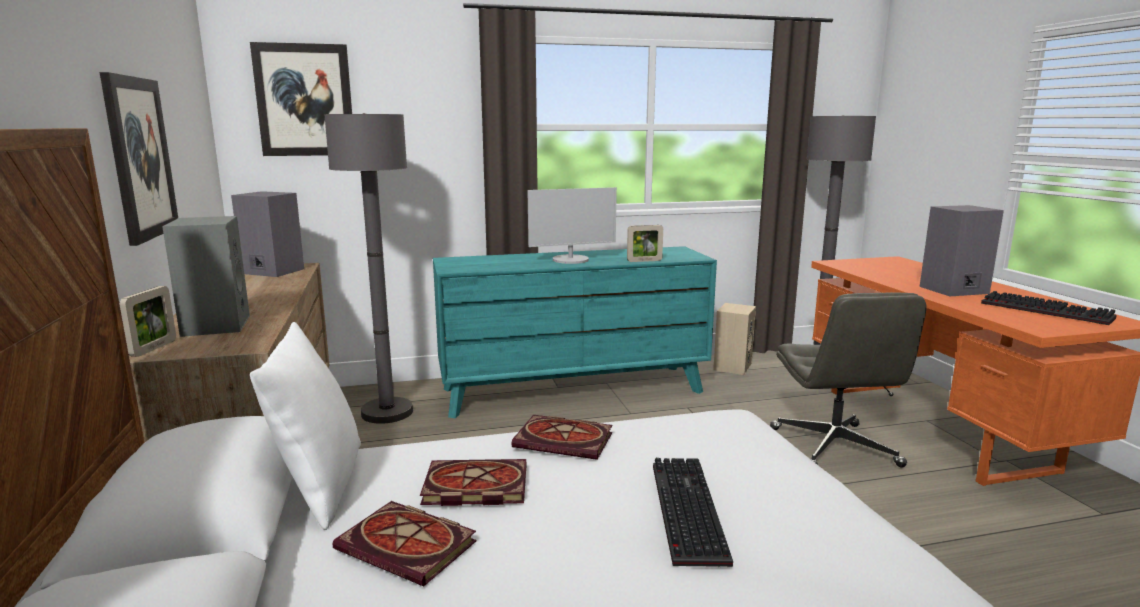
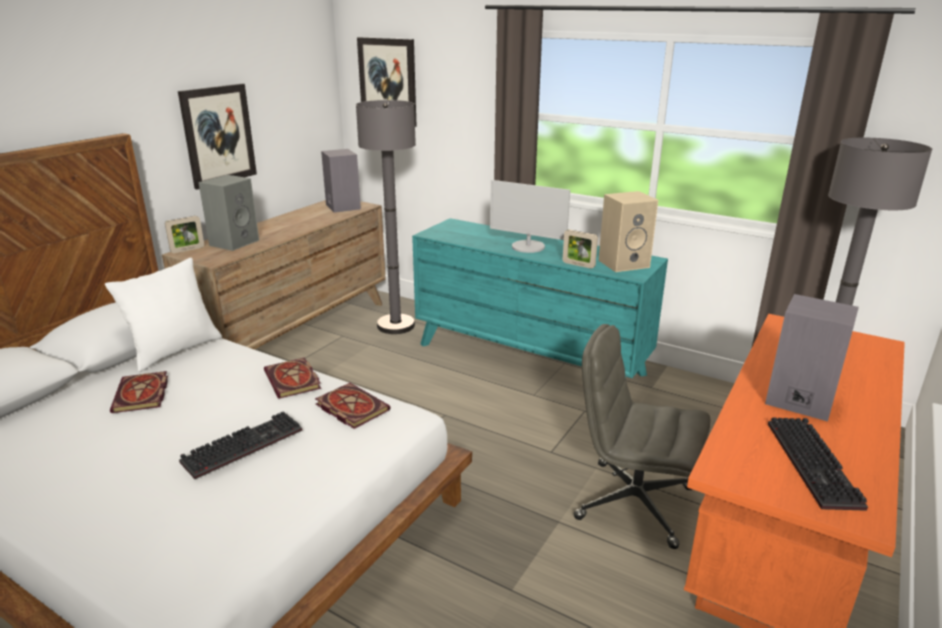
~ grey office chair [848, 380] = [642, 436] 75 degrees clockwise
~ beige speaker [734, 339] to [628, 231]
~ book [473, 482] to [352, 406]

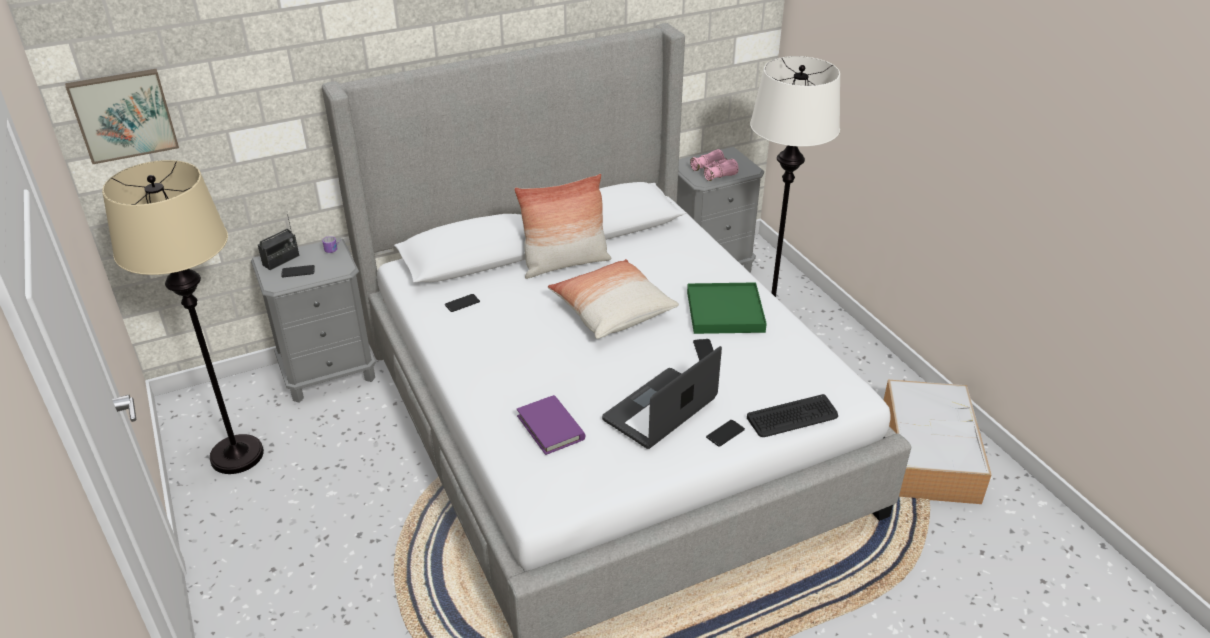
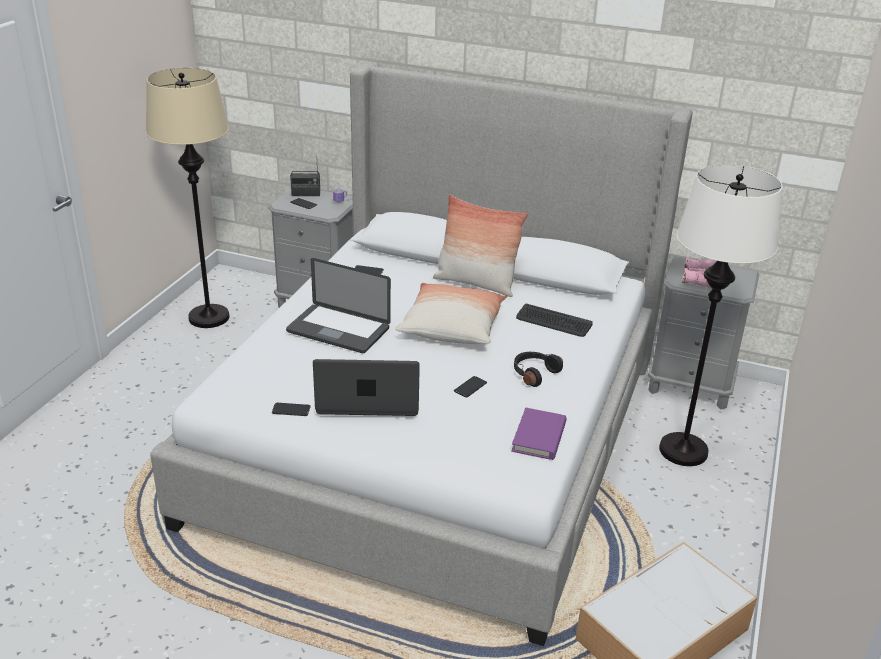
- picture [122, 116]
~ green tray [727, 308] to black headphones [538, 369]
~ keyboard [792, 415] to [554, 320]
~ purple book [551, 425] to [538, 434]
~ phone [725, 433] to [291, 409]
+ laptop [338, 305]

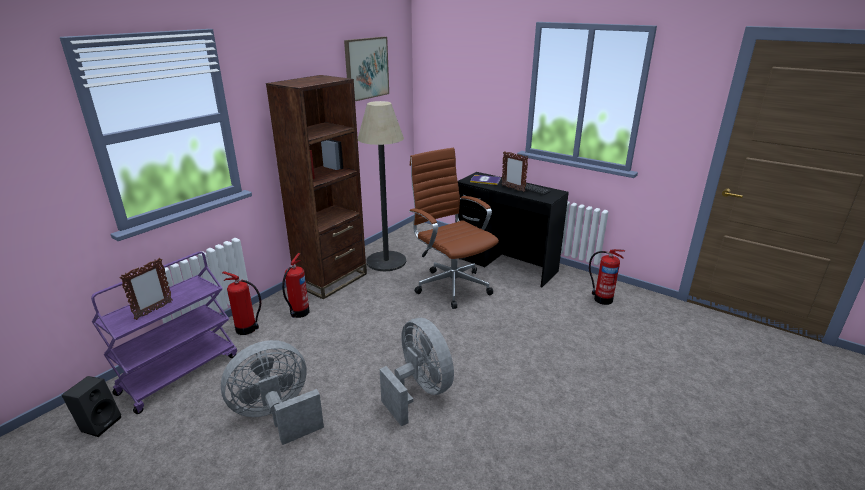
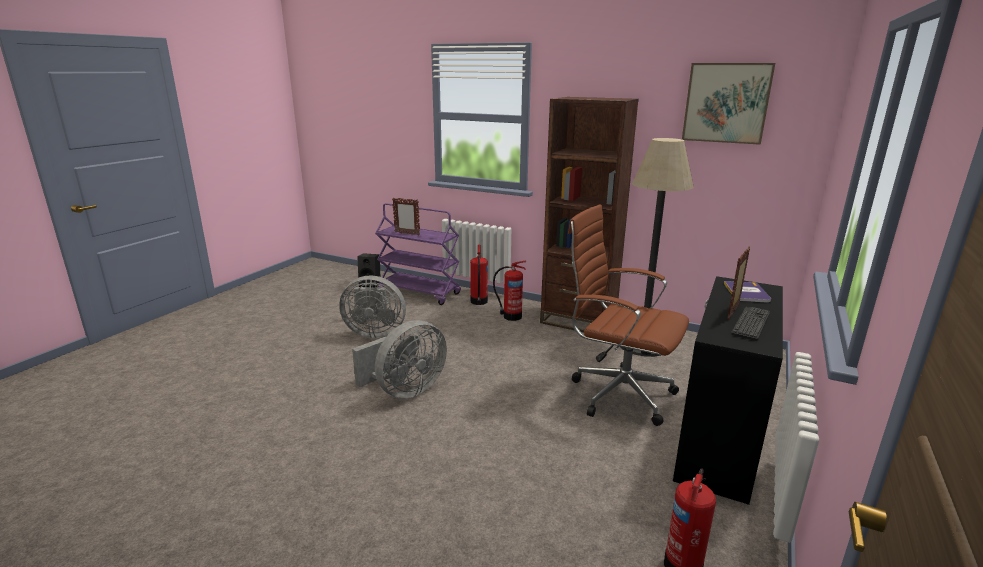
~ brown office chair [454, 228] = [628, 315] 105 degrees counterclockwise
~ grey fan [272, 392] = [372, 307] 135 degrees clockwise

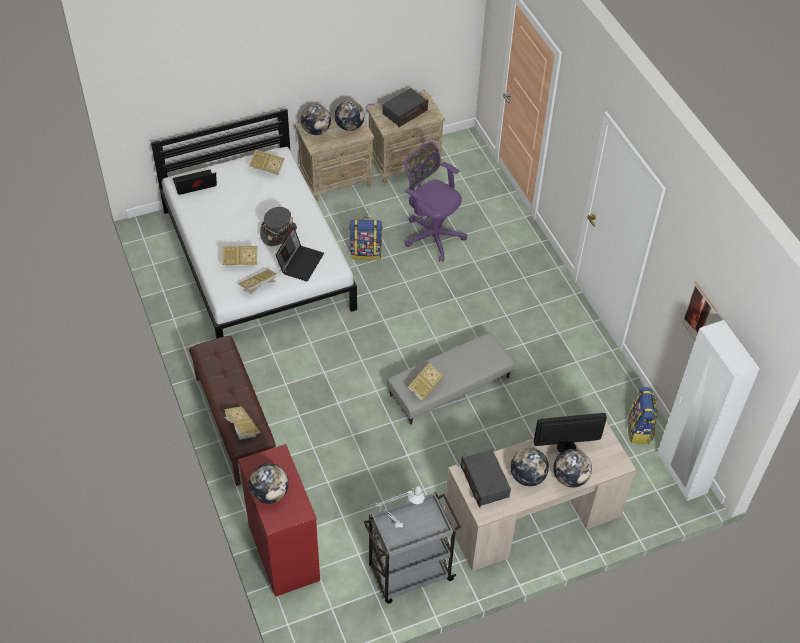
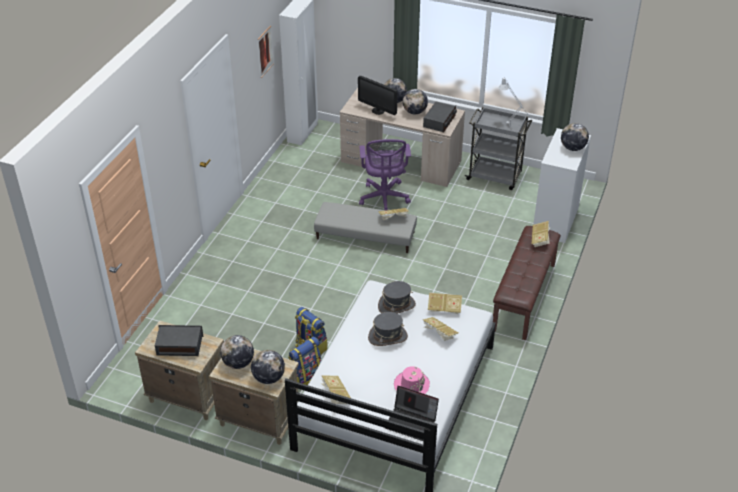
~ purple office chair [435, 202] to [385, 174]
~ laptop [300, 254] to grey hat [397, 297]
~ backpack [643, 415] to [304, 360]
~ red dresser [279, 520] to white dresser [562, 185]
+ pink hat [412, 380]

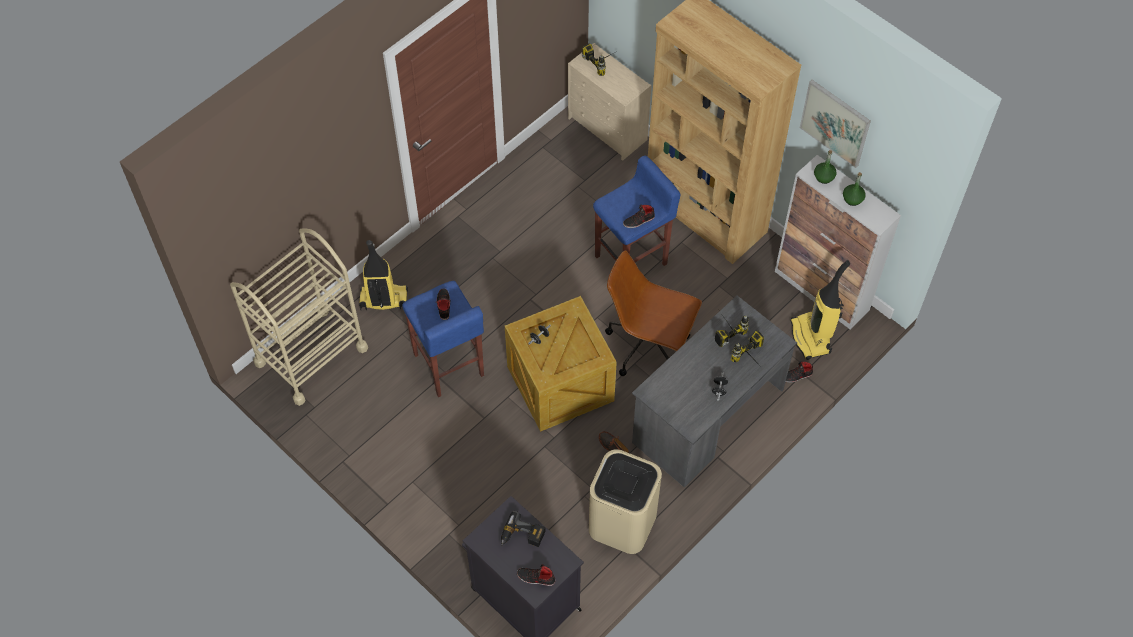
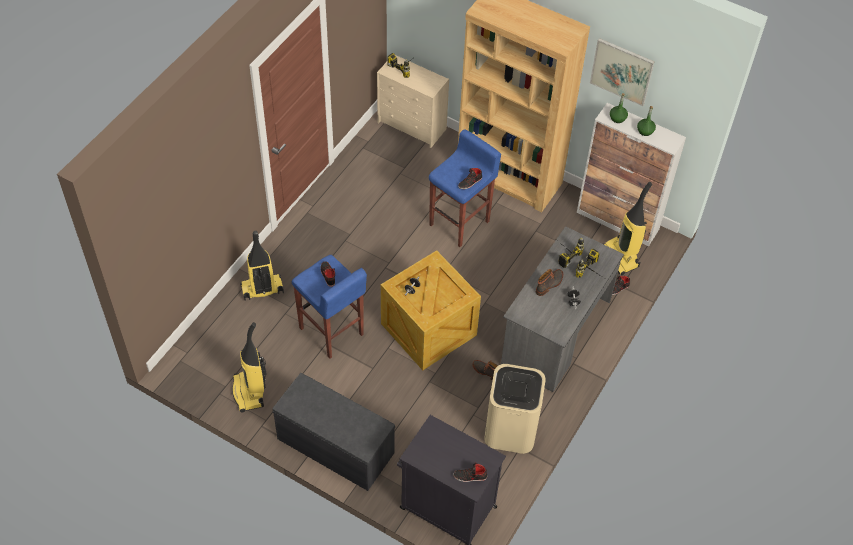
- beige cart [299, 317]
- brown office chair [653, 313]
- power drill [523, 529]
+ boot [549, 282]
+ vacuum cleaner [249, 367]
+ grey bench [333, 432]

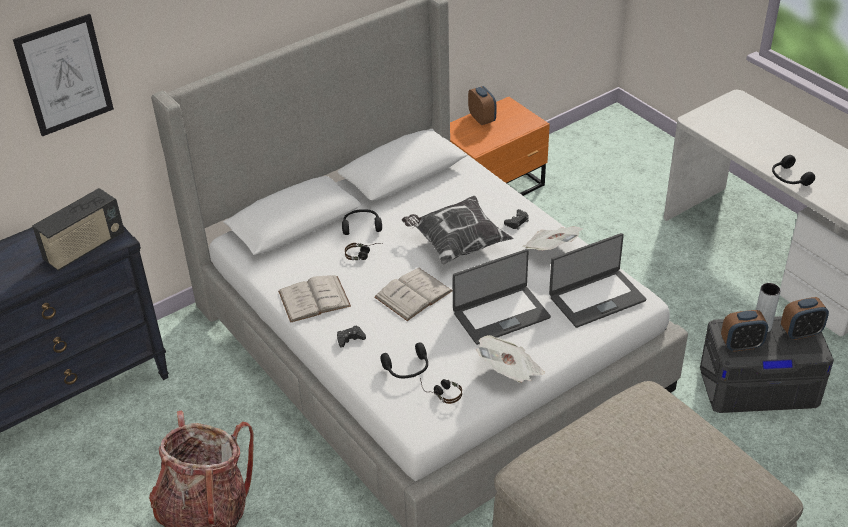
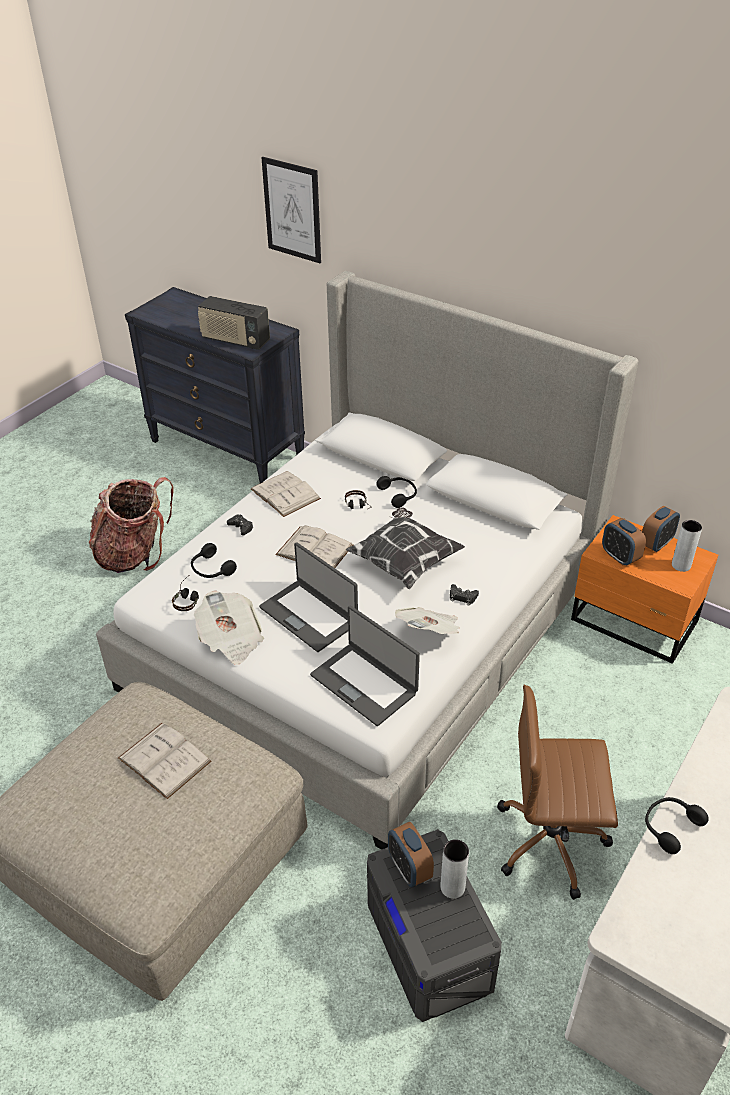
~ alarm clock [805, 318] to [624, 541]
+ grey vase [687, 546]
+ brown office chair [557, 792]
+ white book [165, 761]

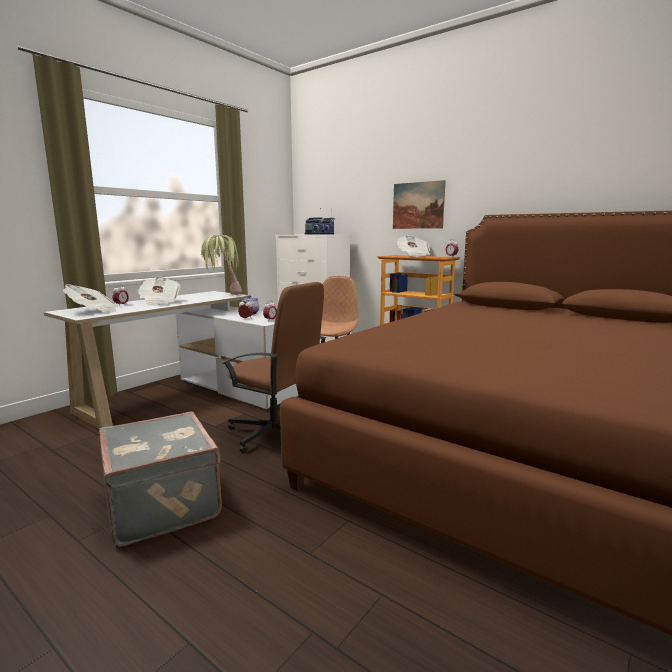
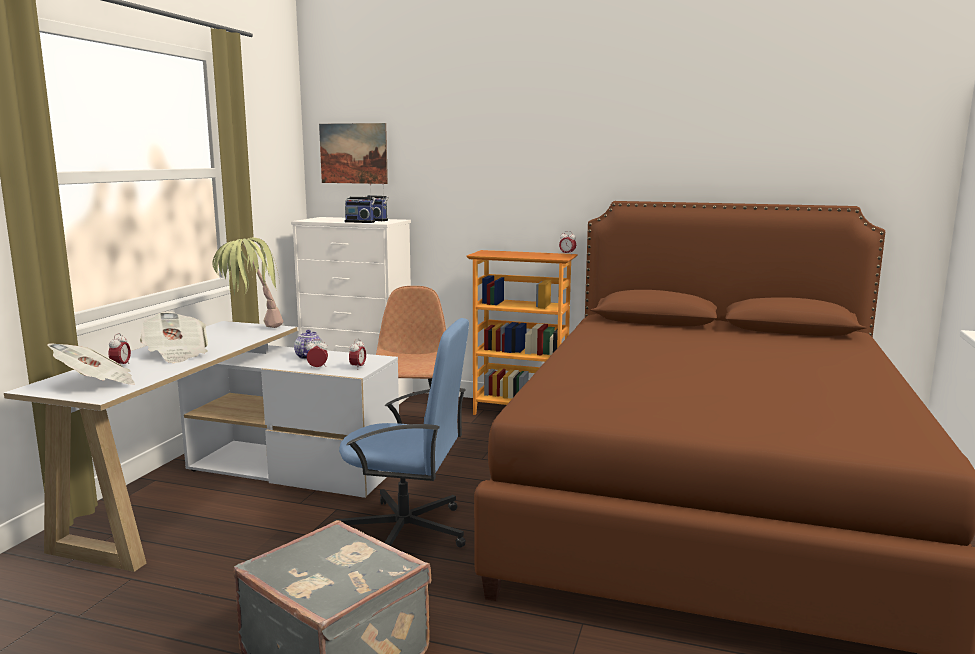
~ picture [419, 204] to [353, 153]
- newspaper [413, 246]
~ brown office chair [274, 367] to blue office chair [401, 433]

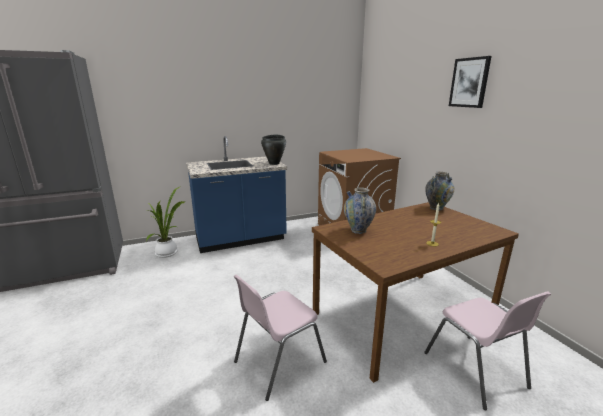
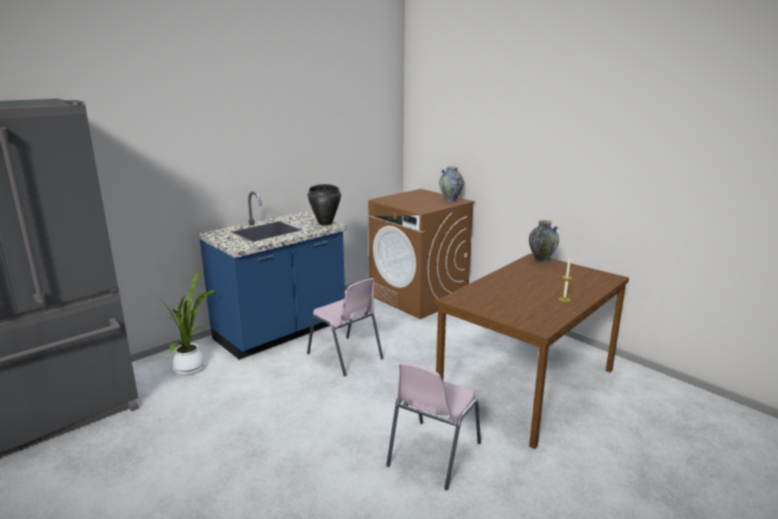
- picture [470, 82]
~ vase [360, 210] to [451, 184]
~ pink chair [487, 350] to [345, 327]

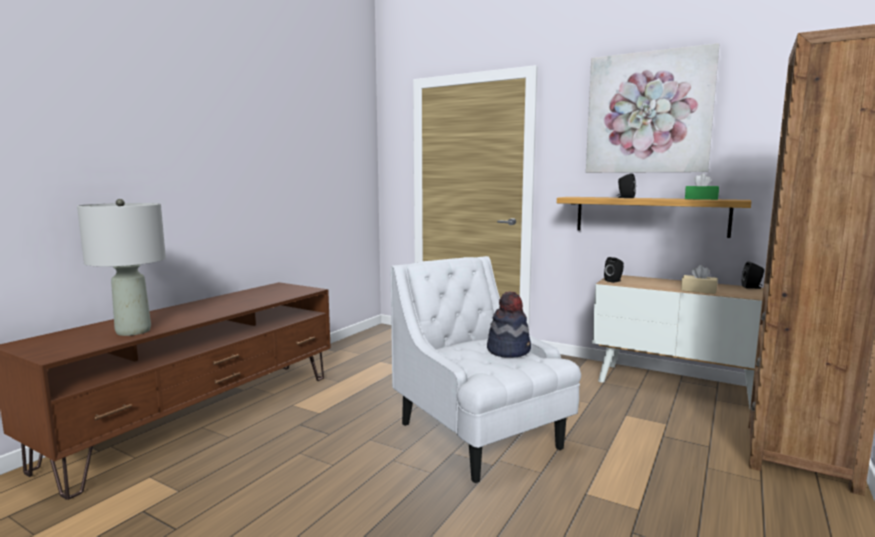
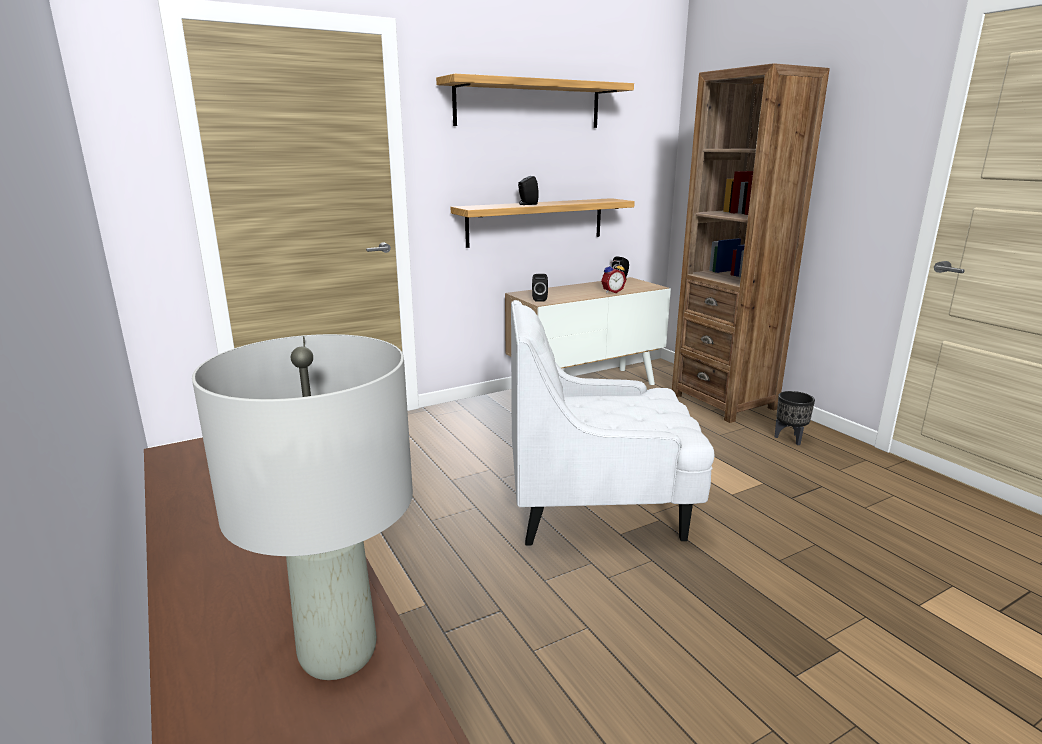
~ picture [652, 108] to shelf [535, 101]
- green tissue box [702, 187]
~ beige tissue box [699, 279] to alarm clock [613, 276]
- hat [509, 324]
+ black planter [795, 418]

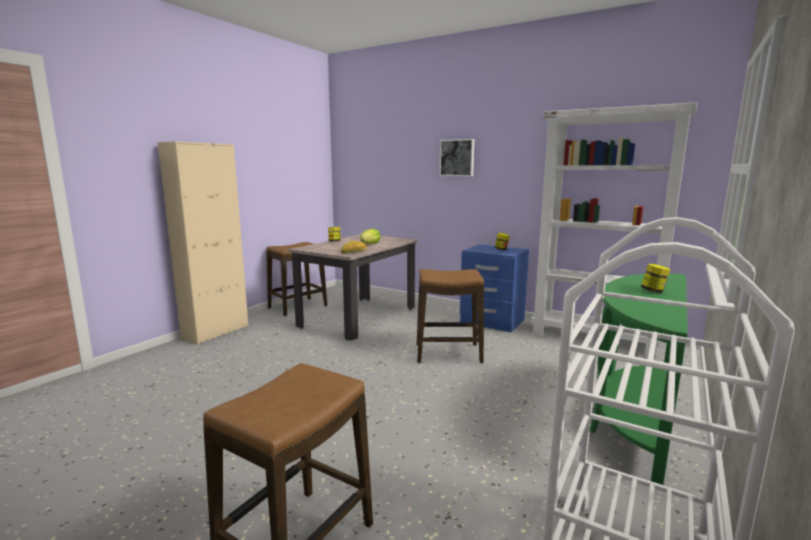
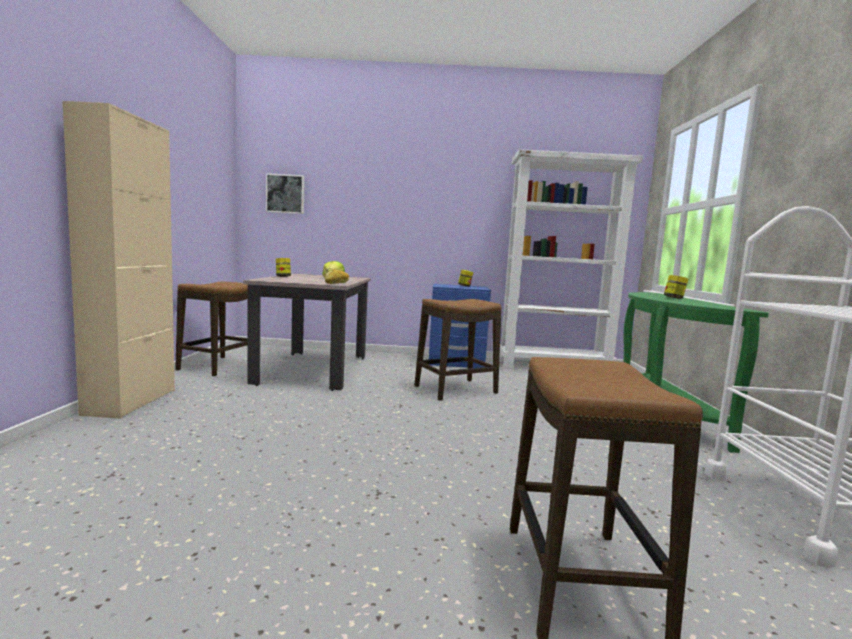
~ picture [456, 157] to [285, 193]

